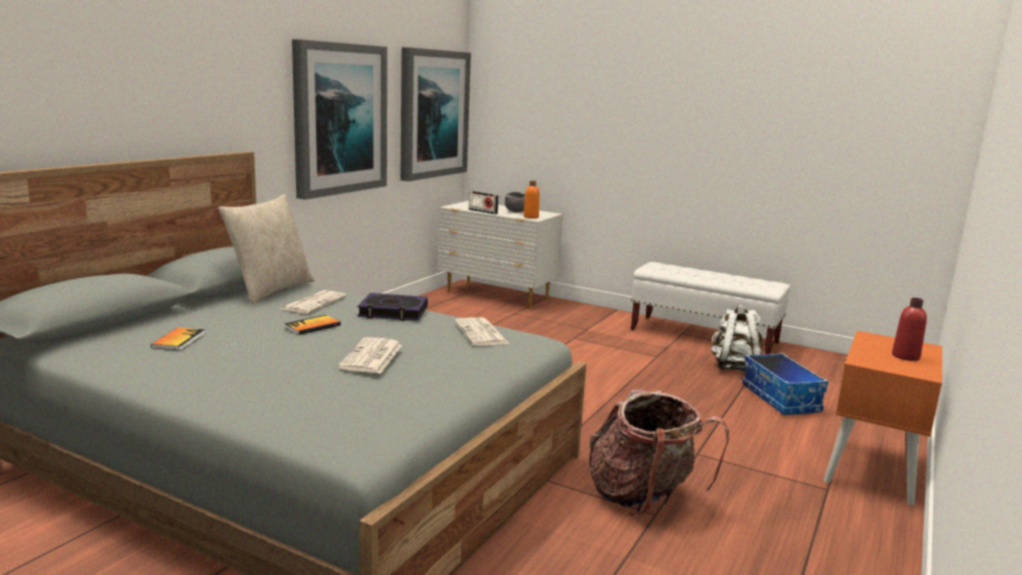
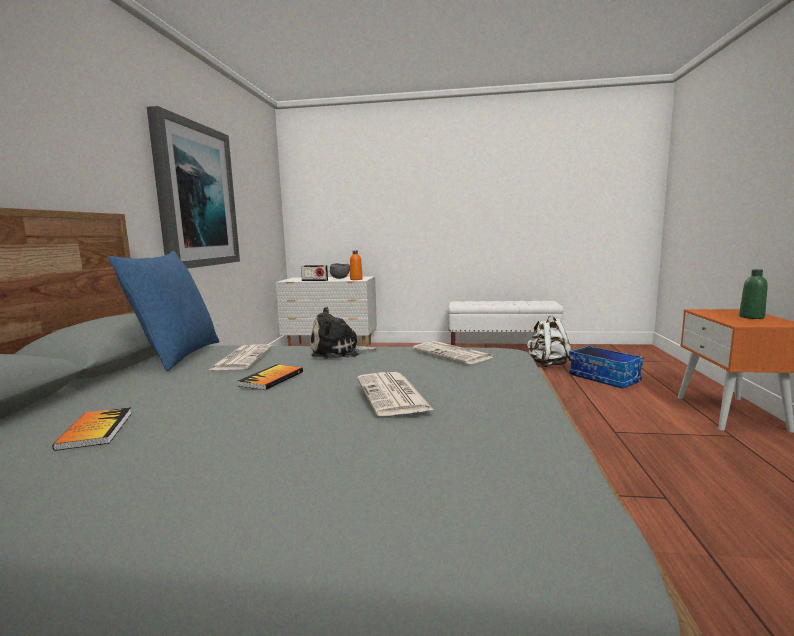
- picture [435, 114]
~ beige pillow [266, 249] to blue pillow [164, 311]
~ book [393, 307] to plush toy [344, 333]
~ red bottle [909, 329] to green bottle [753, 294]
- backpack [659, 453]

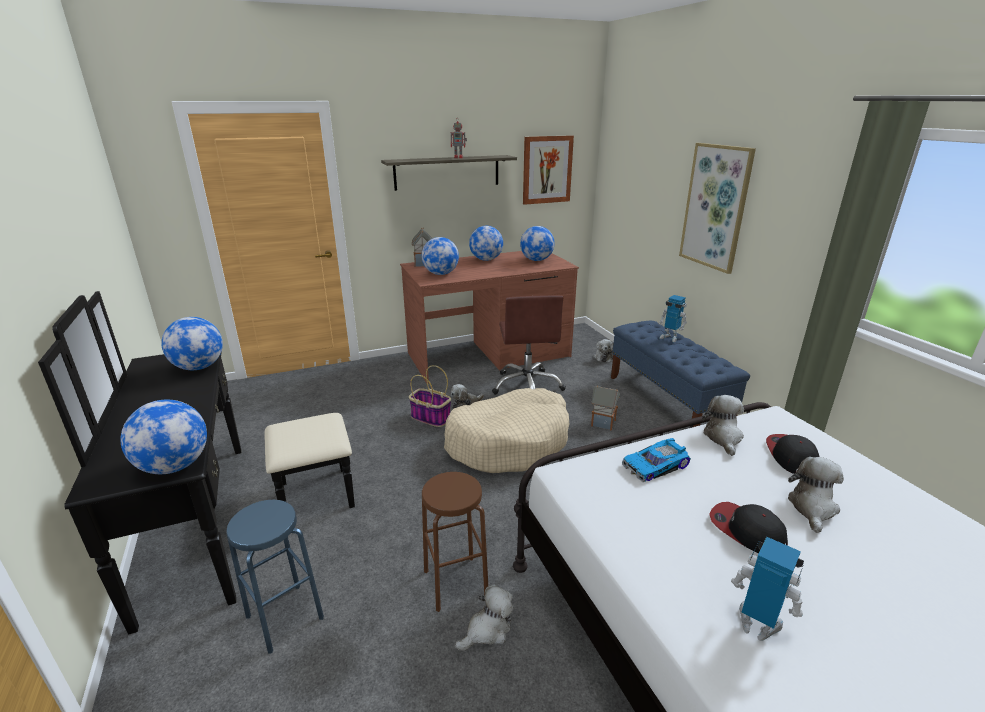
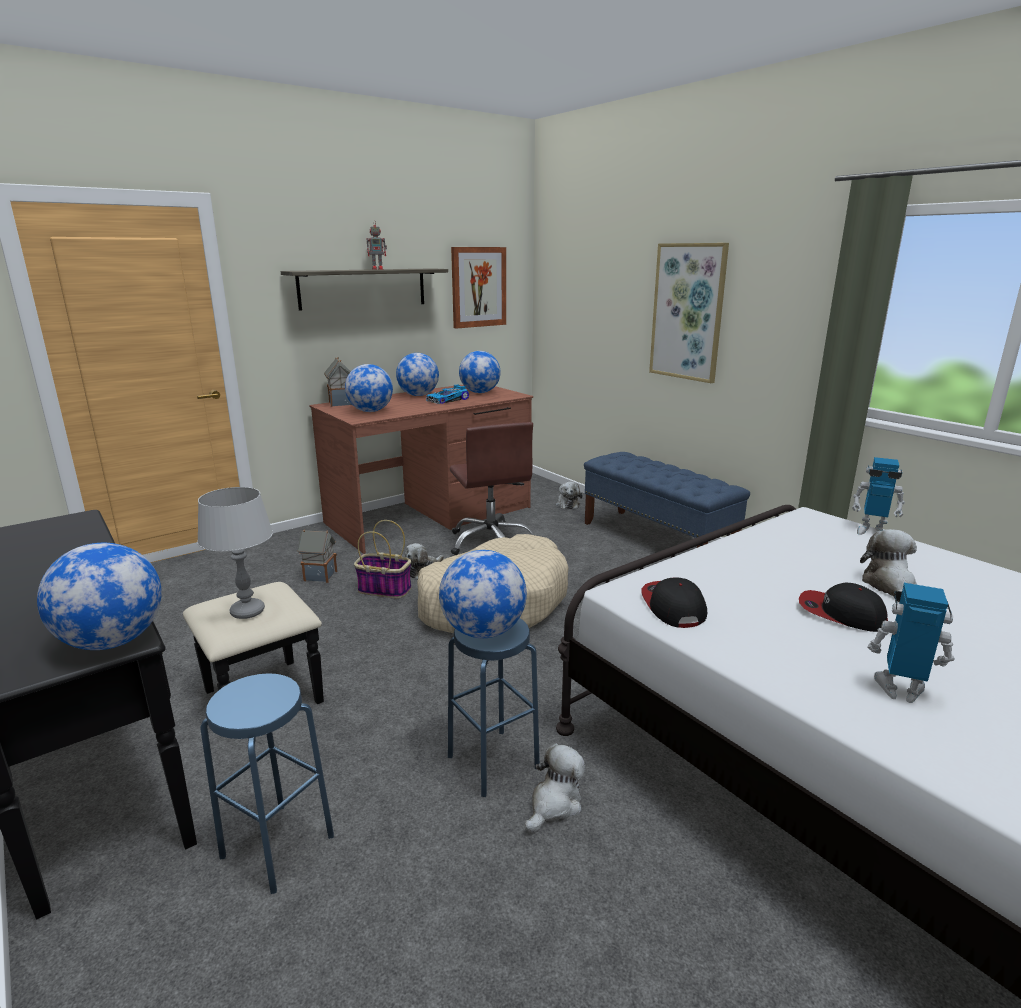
~ toy robot [672, 318] to [878, 496]
~ globe [192, 343] to [483, 594]
~ toy house [605, 408] to [318, 556]
- plush toy [723, 425]
~ cap [793, 454] to [674, 602]
~ toy car [656, 460] to [447, 394]
~ brown stool [455, 542] to blue stool [494, 707]
+ grey table lamp [235, 553]

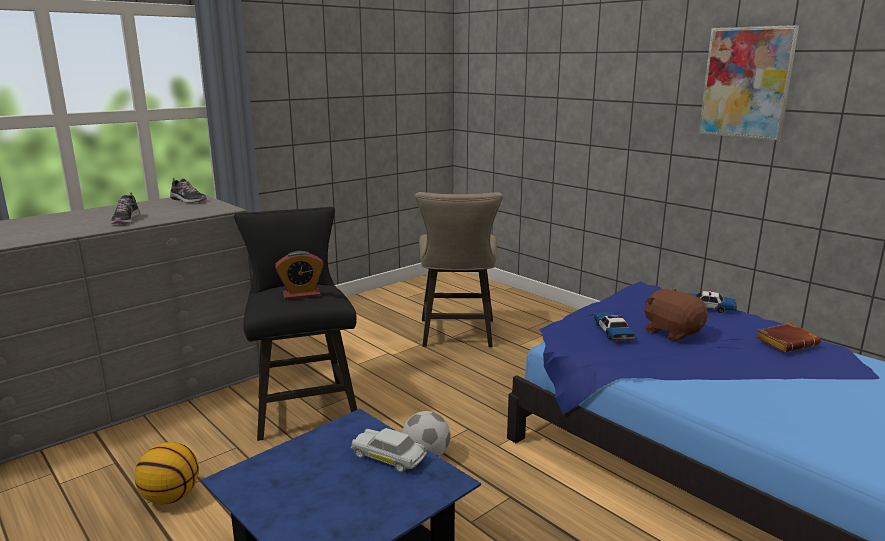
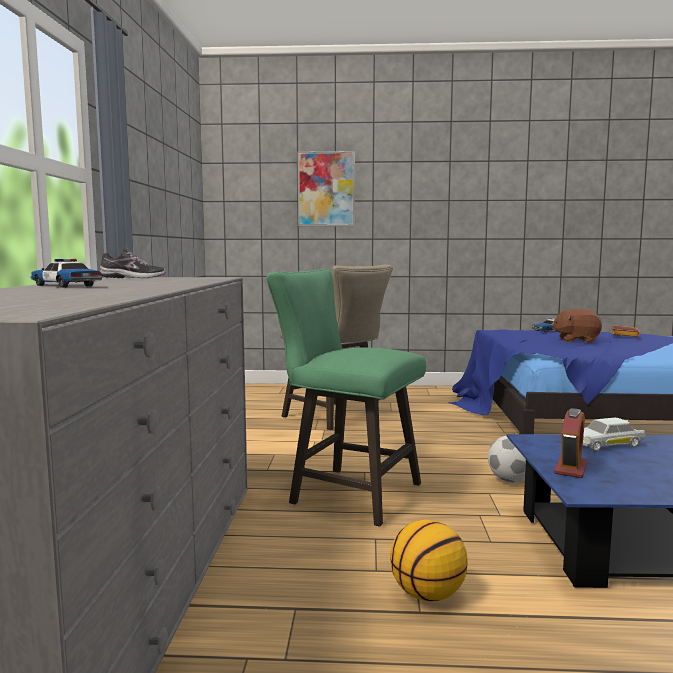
~ picture [749, 83] to [326, 189]
- shoe [125, 208]
~ black stool [295, 324] to green stool [346, 398]
~ alarm clock [299, 275] to [571, 443]
~ toy car [614, 326] to [66, 273]

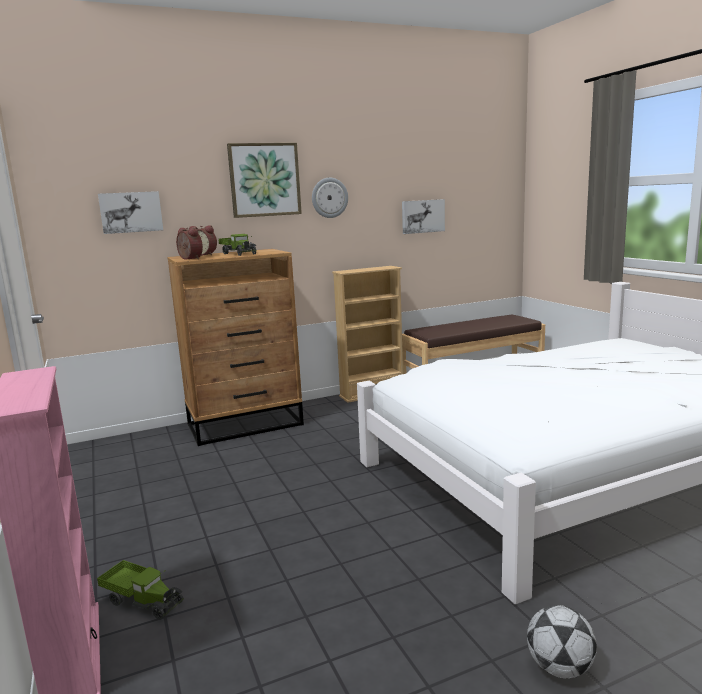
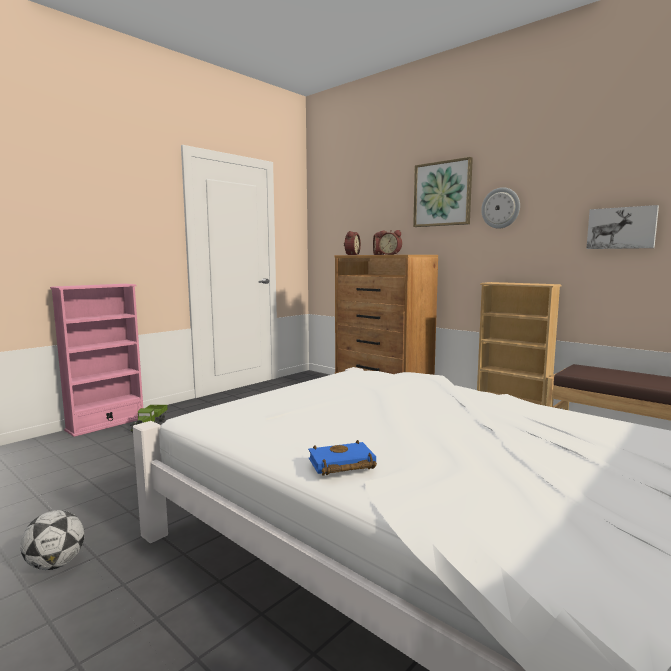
- picture [130, 212]
~ toy truck [237, 245] to alarm clock [390, 242]
+ blue book [342, 458]

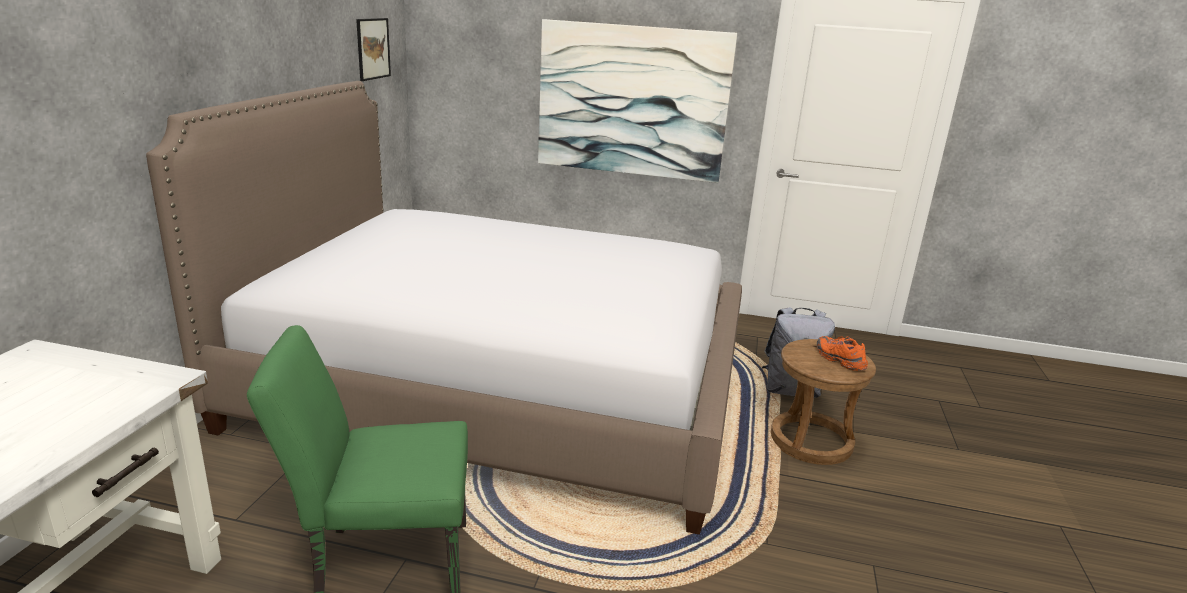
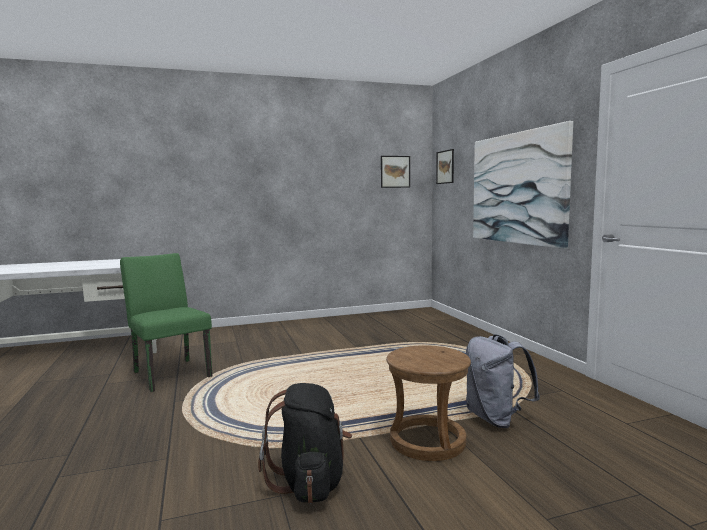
- bed [444, 308]
- orange shoe [842, 353]
+ picture [445, 166]
+ black backpack [305, 443]

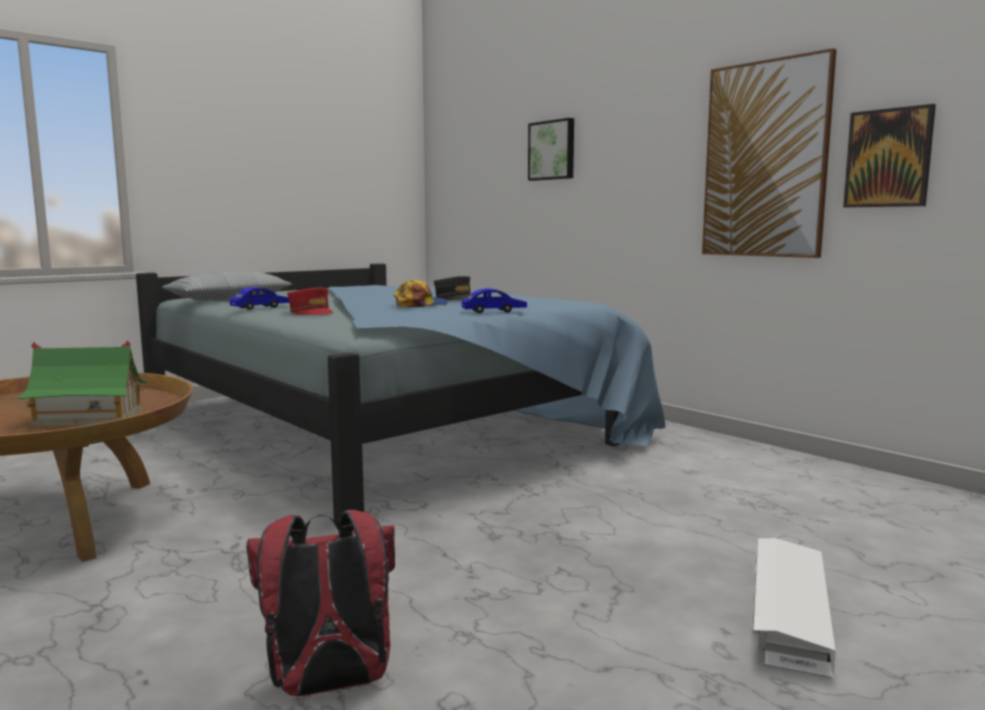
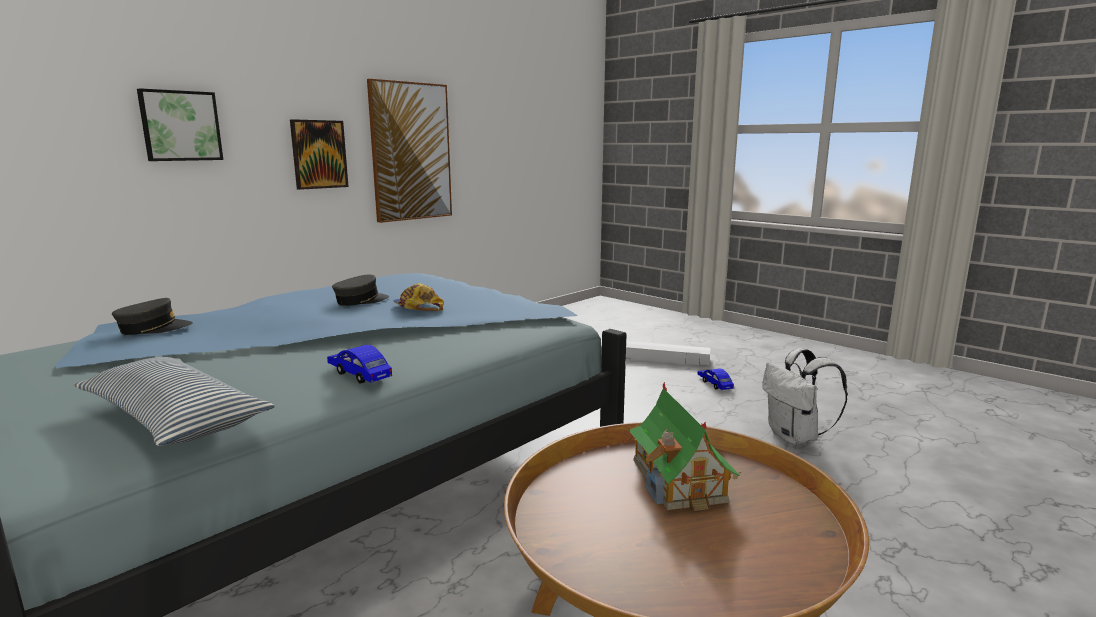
~ picture [889, 156] to [319, 154]
- red cap [310, 301]
~ blue toy car [494, 300] to [715, 379]
~ red backpack [320, 603] to white backpack [805, 396]
+ grey cap [152, 316]

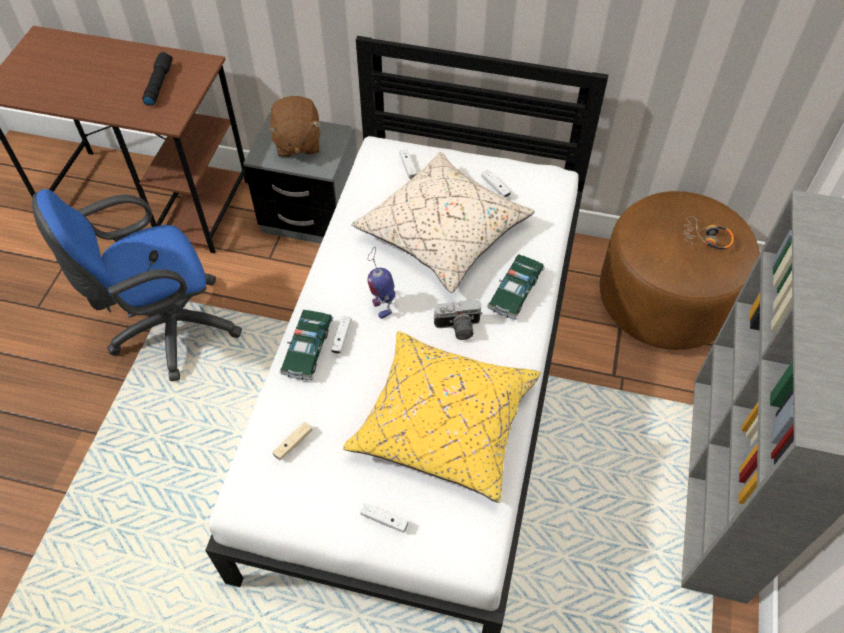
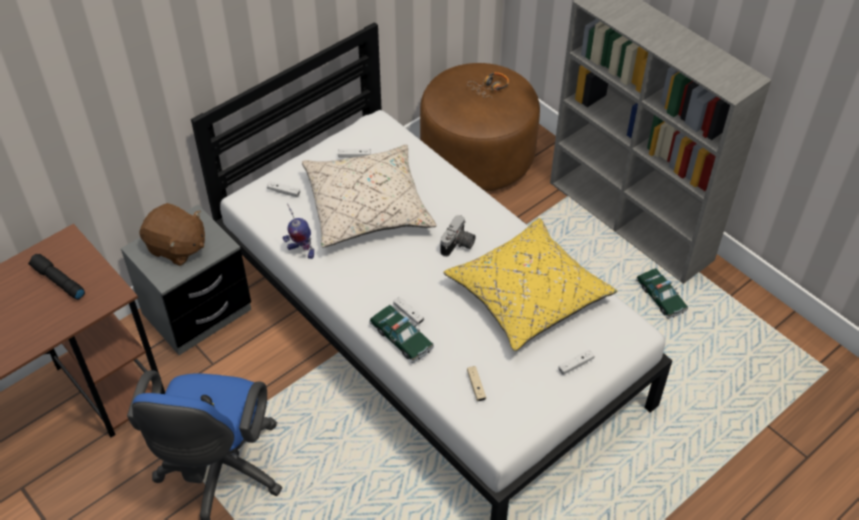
~ toy robot [381, 283] to [298, 231]
~ toy car [516, 287] to [662, 293]

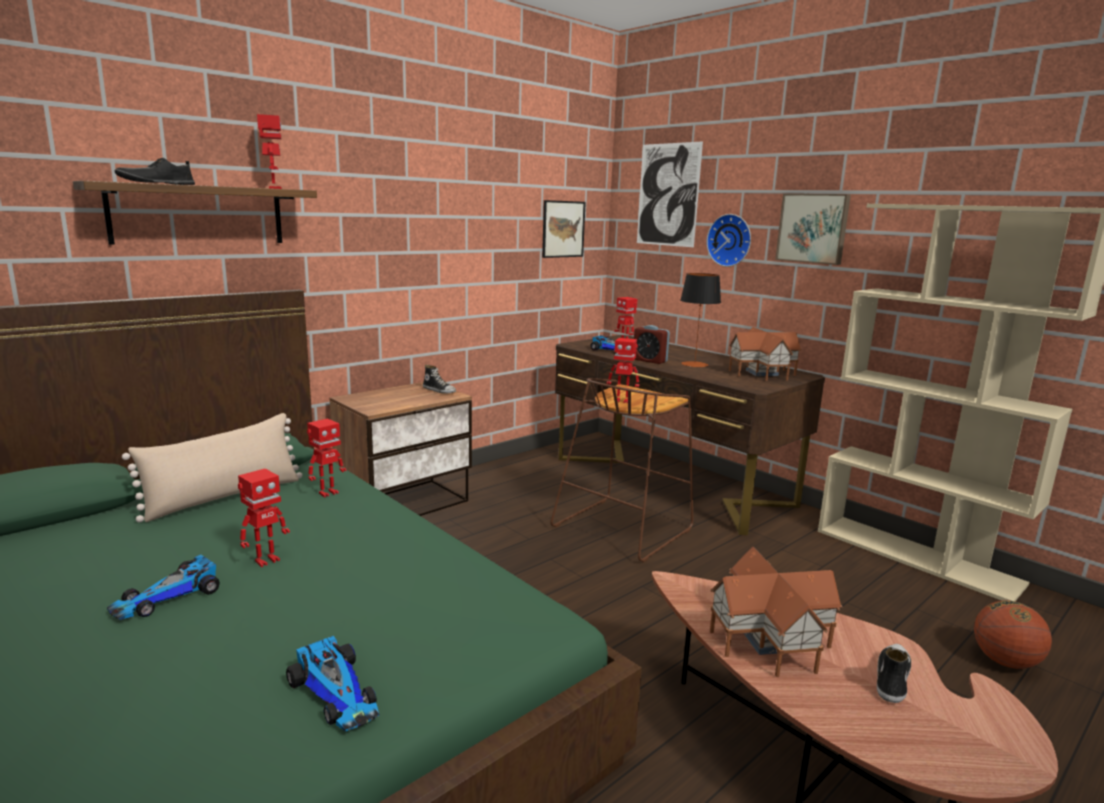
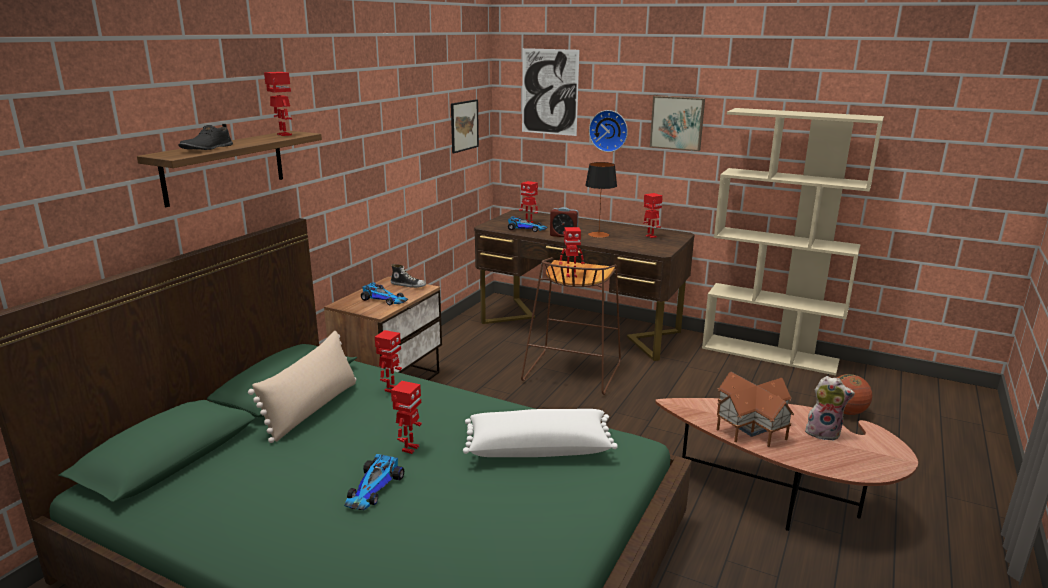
~ toy house [765, 354] to toy robot [653, 215]
~ toy car [332, 684] to [384, 293]
~ shoe [894, 673] to plush toy [830, 408]
+ white pillow [540, 433]

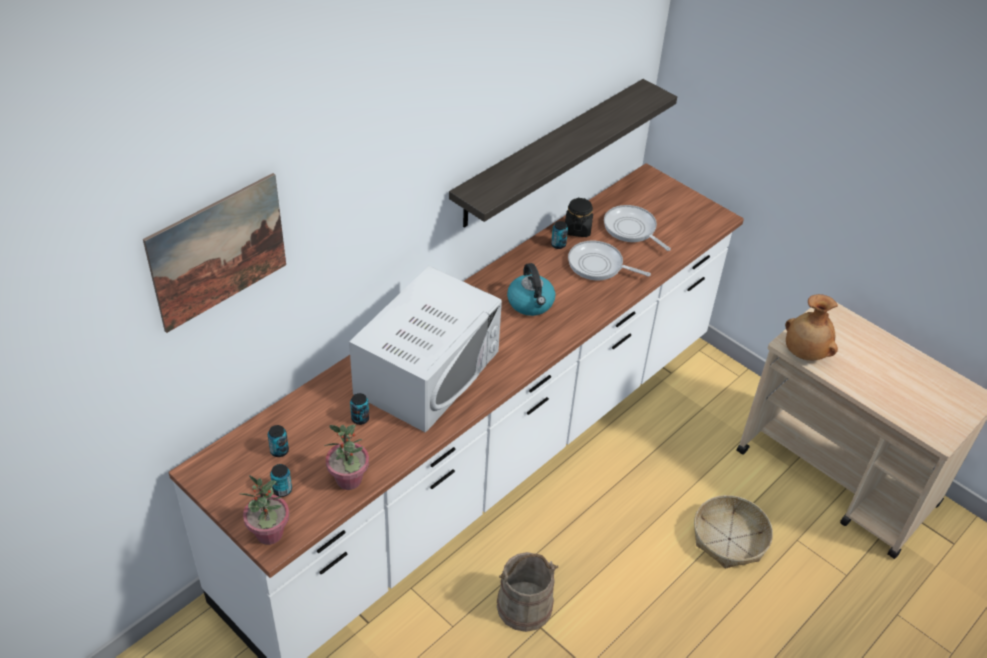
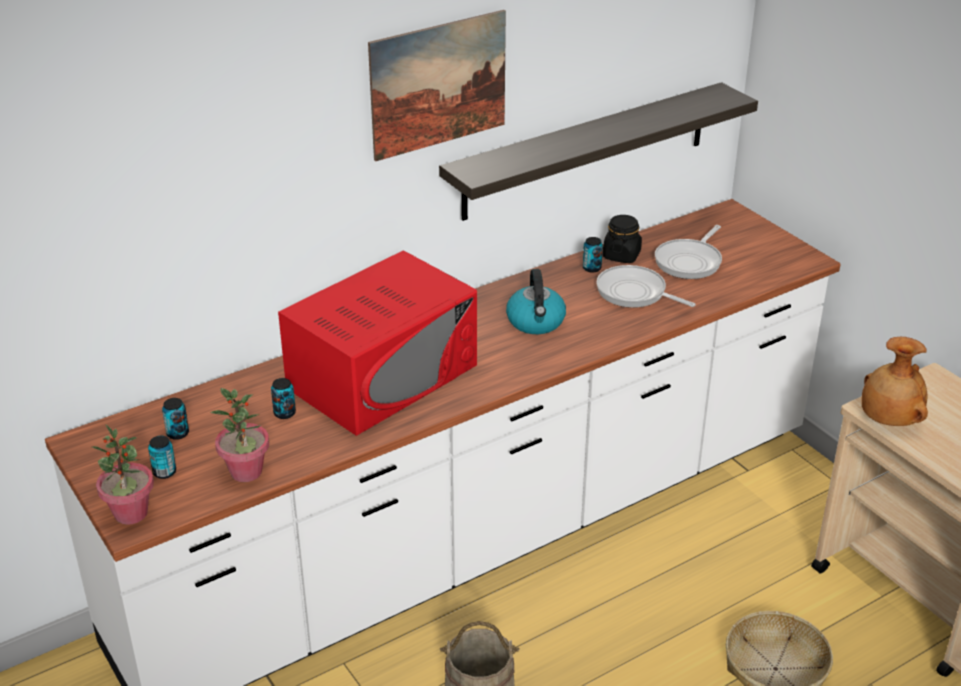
~ picture [214, 253] to [437, 85]
~ frying pan [637, 228] = [688, 252] 120 degrees counterclockwise
~ white microwave [425, 349] to red microwave [377, 343]

